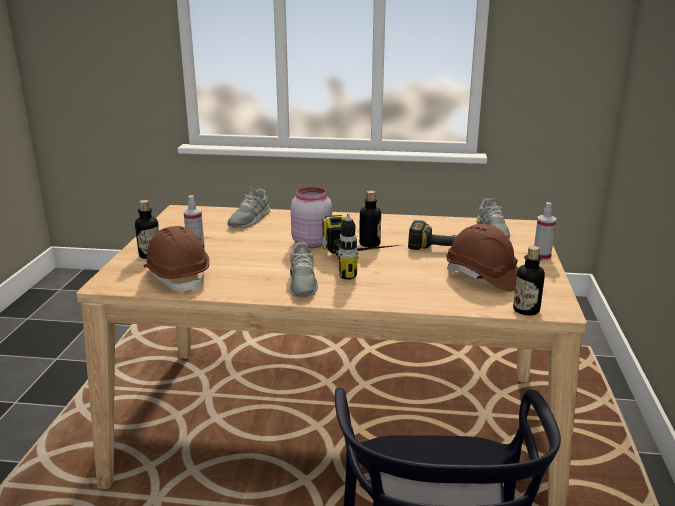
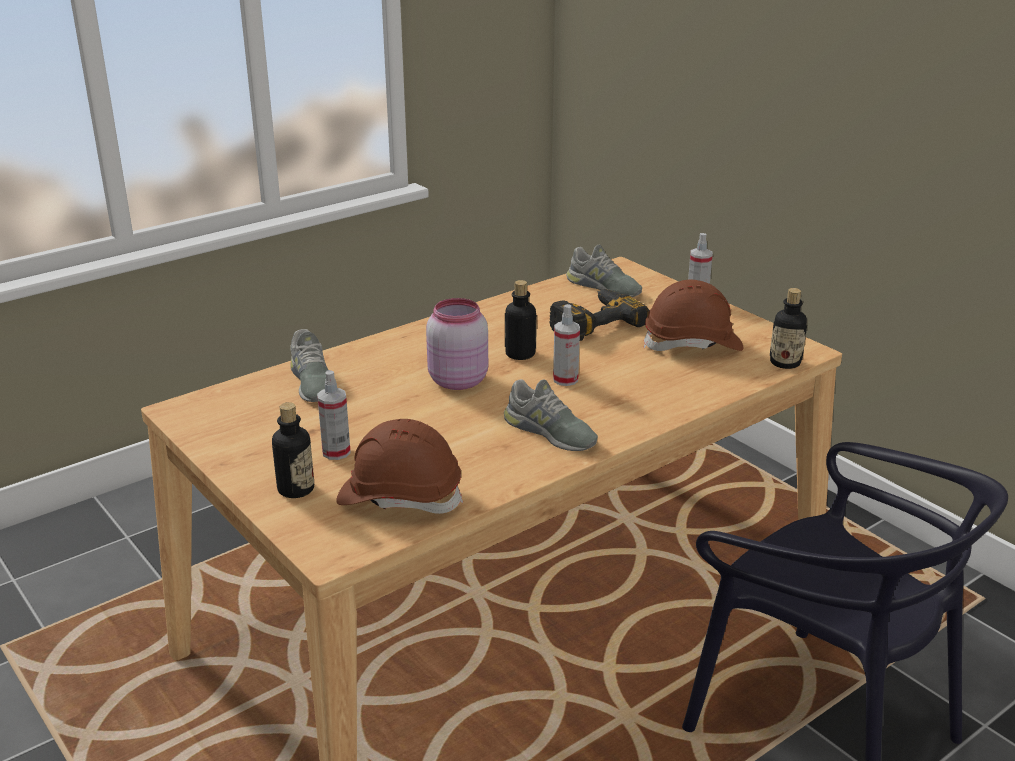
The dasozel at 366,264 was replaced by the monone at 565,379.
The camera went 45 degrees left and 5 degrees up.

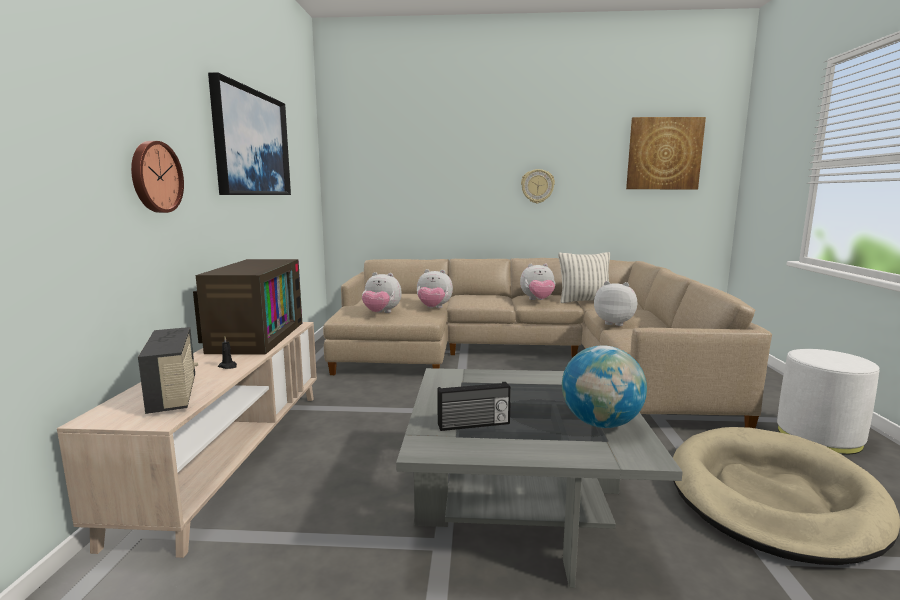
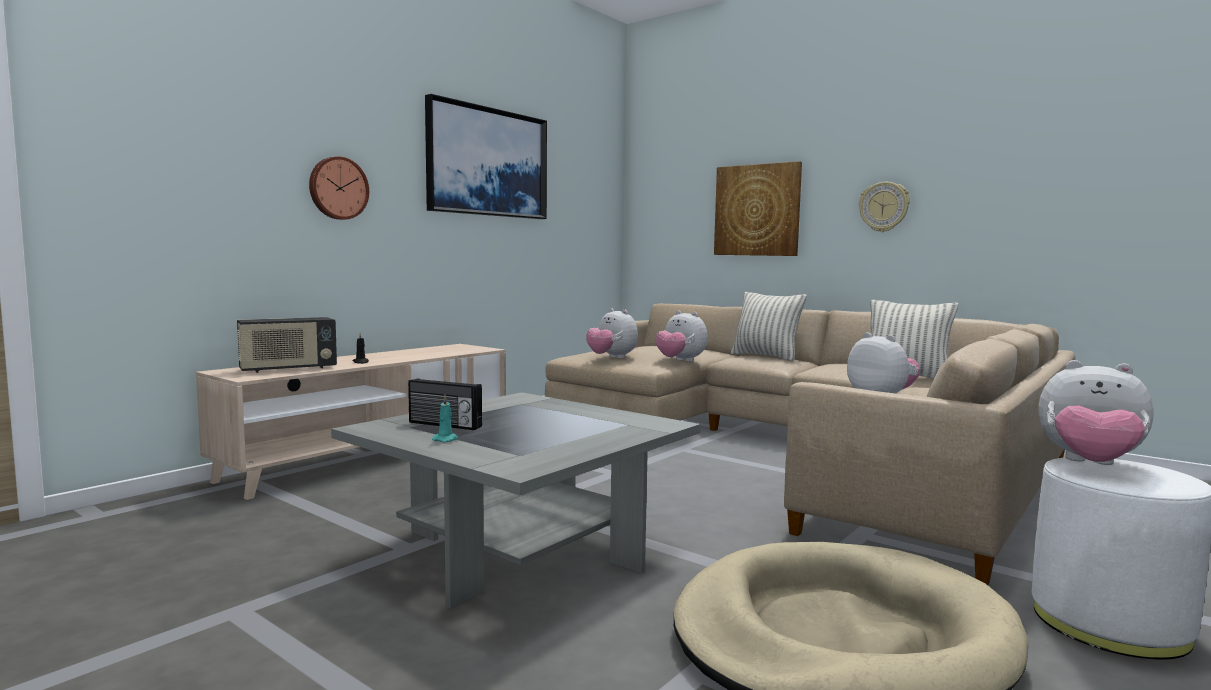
The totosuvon at 174,395 turned 45 degrees clockwise.
The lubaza at 255,336 disappeared.
The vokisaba moved from 537,300 to 1090,464.
The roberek at 600,424 disappeared.
The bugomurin moved from 664,154 to 757,210.
The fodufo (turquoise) at 446,439 appeared.
The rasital at 766,357 appeared.
The camera went 35 degrees right and 5 degrees down.

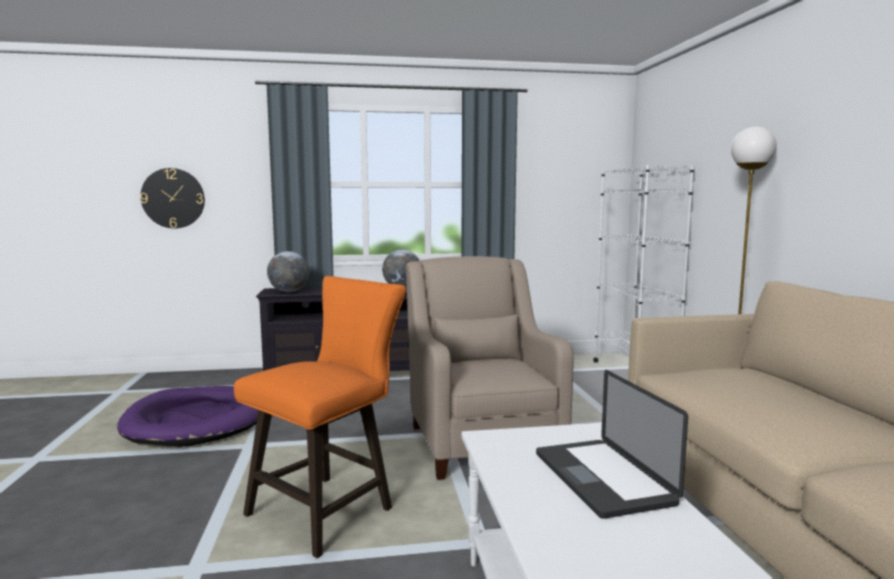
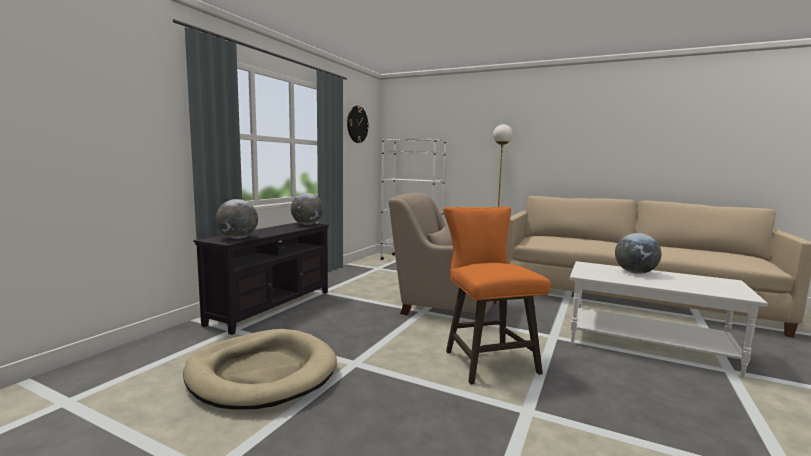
The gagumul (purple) at 198,421 became the gagumul (beige) at 262,373.
The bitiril moved from 173,198 to 357,124.
The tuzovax at 602,478 was replaced by the roberek at 635,273.
The camera went 55 degrees left and 0 degrees up.

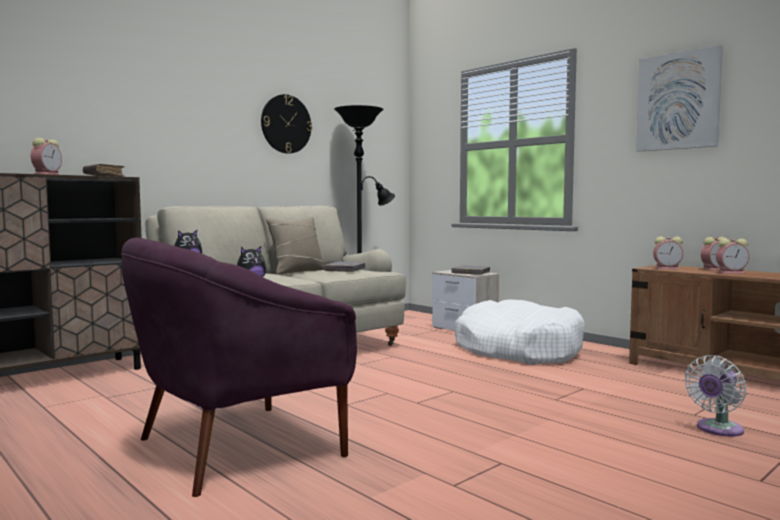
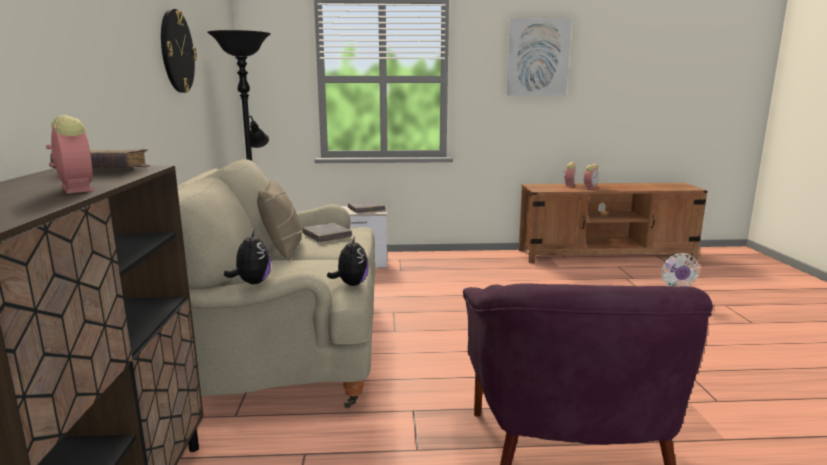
The gagumul (white) at 518,350 disappeared.
The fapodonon at 668,268 disappeared.
The camera went 50 degrees left and 10 degrees up.

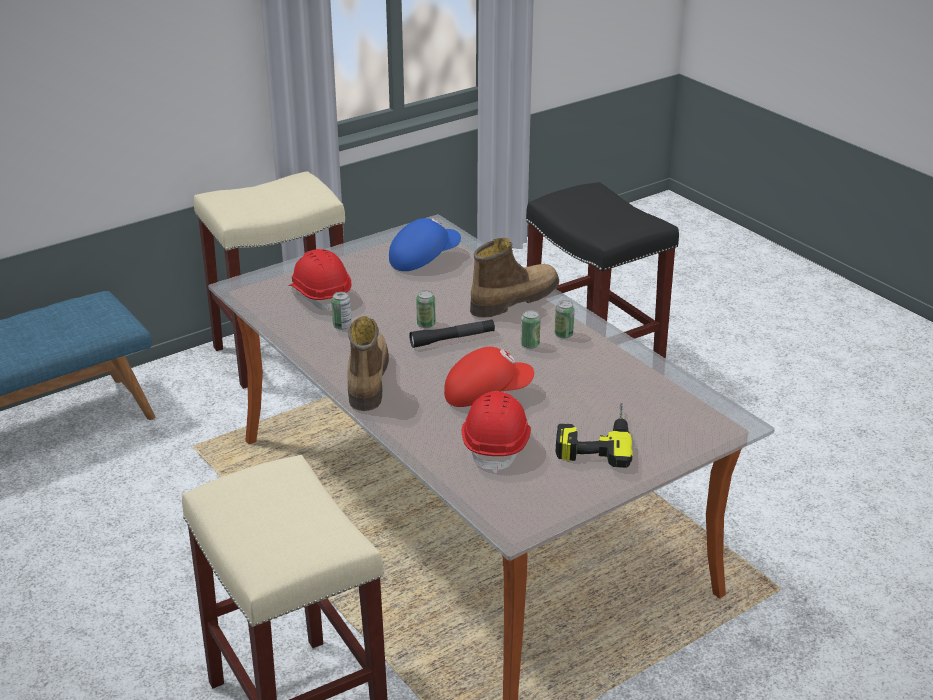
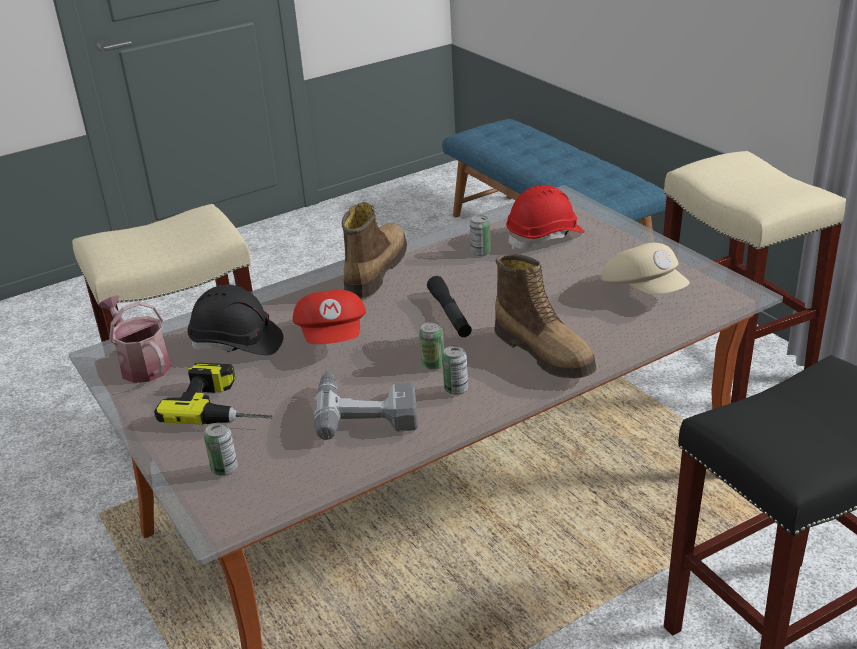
The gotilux at 366,379 turned 75 degrees counterclockwise.
The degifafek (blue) at 423,259 became the degifafek (beige) at 644,290.
The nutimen moved from 426,324 to 224,469.
The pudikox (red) at 497,445 became the pudikox (black) at 237,344.
The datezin at 142,364 appeared.
The dasozel at 366,410 appeared.
The camera went 95 degrees right and 0 degrees up.

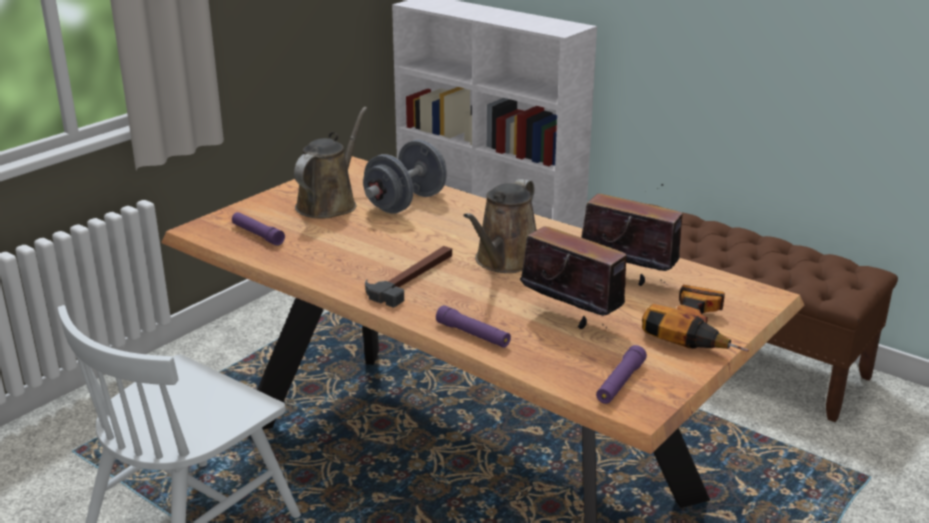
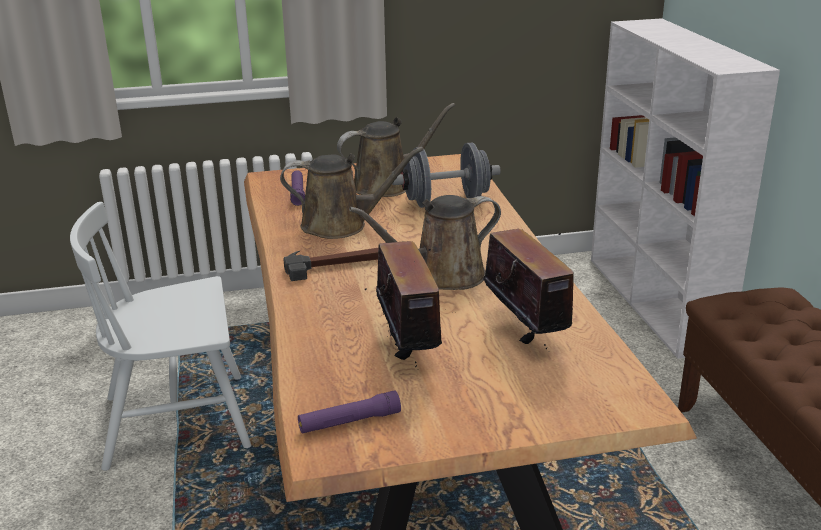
The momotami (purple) at 473,335 disappeared.
The dasozel at 699,331 disappeared.
The datezin (brown) at 341,225 appeared.
The camera went 40 degrees right and 0 degrees up.

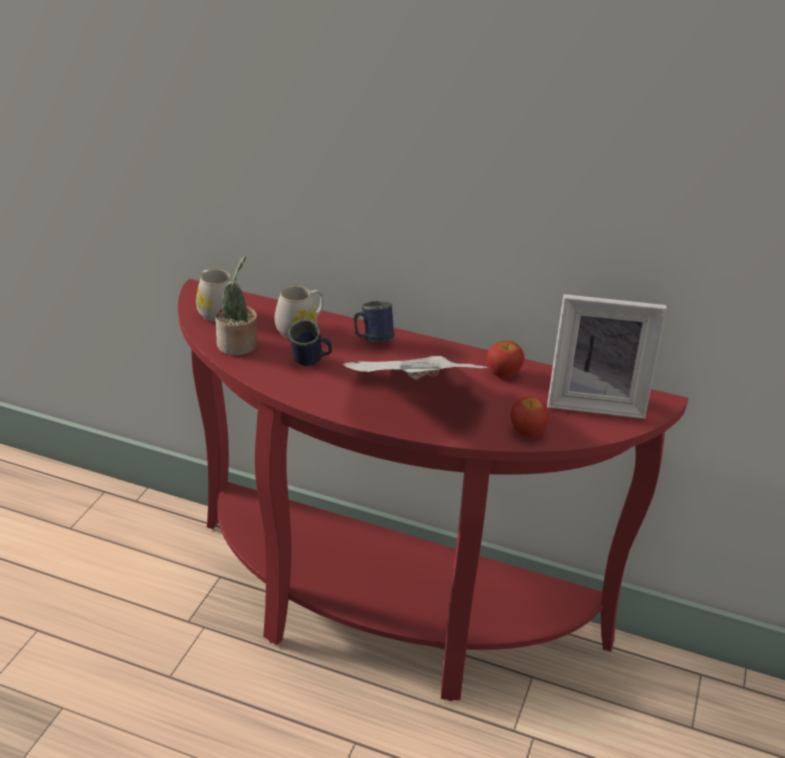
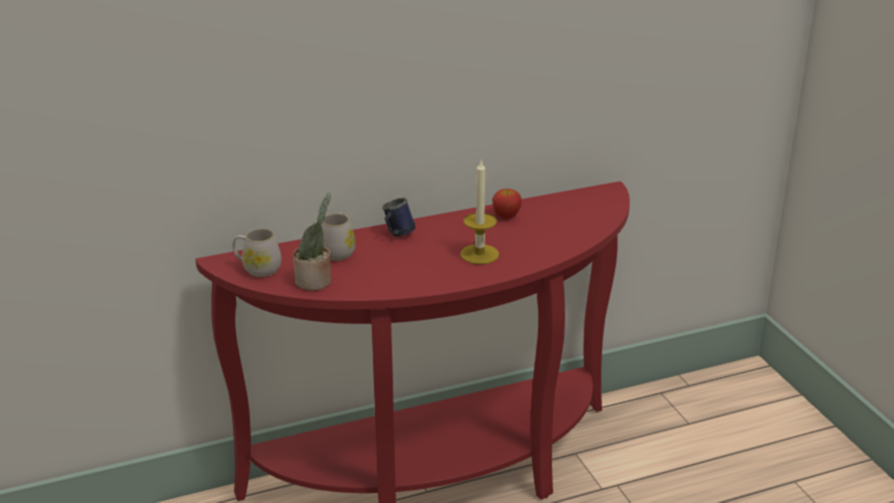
The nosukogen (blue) at 311,363 disappeared.
The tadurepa at 414,397 was replaced by the fodufo at 479,254.
The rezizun at 527,432 disappeared.
The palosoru at 595,401 disappeared.
The camera went 40 degrees left and 5 degrees down.

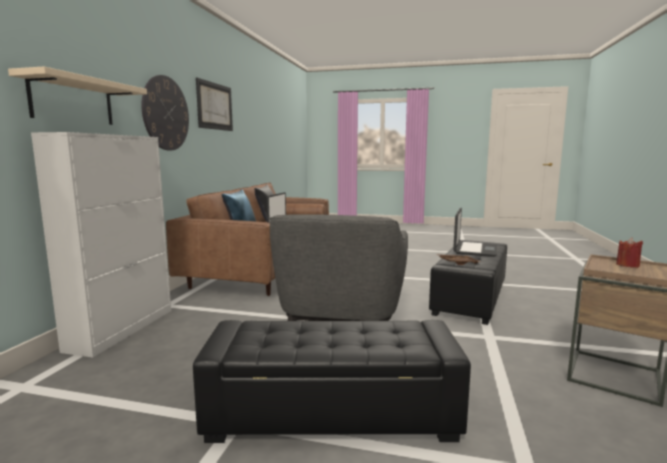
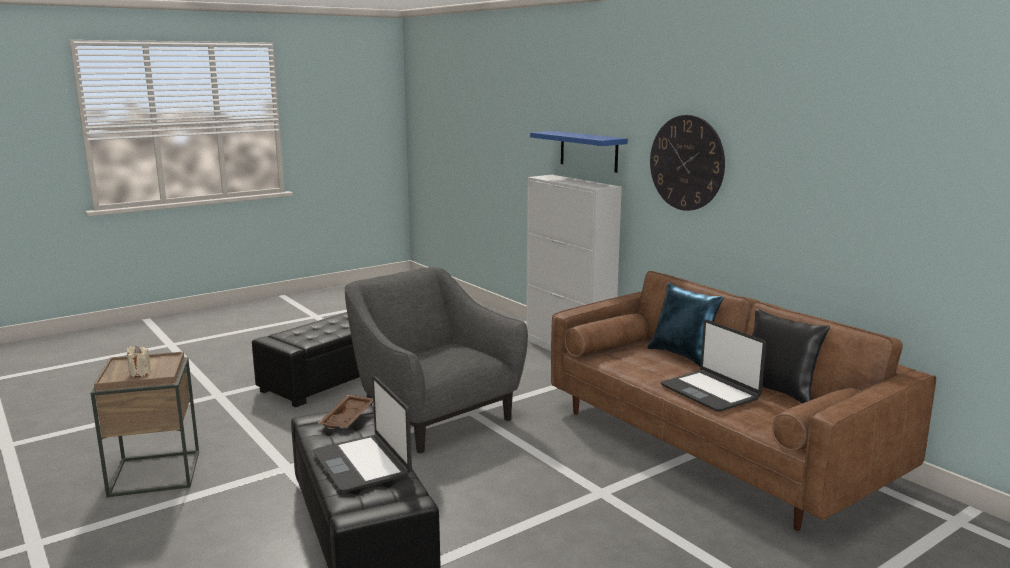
The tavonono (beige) at 73,101 became the tavonono (blue) at 588,151.
The bugomurin at 215,106 disappeared.
The fodufo (red) at 627,265 became the fodufo (beige) at 140,373.
The camera went 130 degrees right and 5 degrees up.

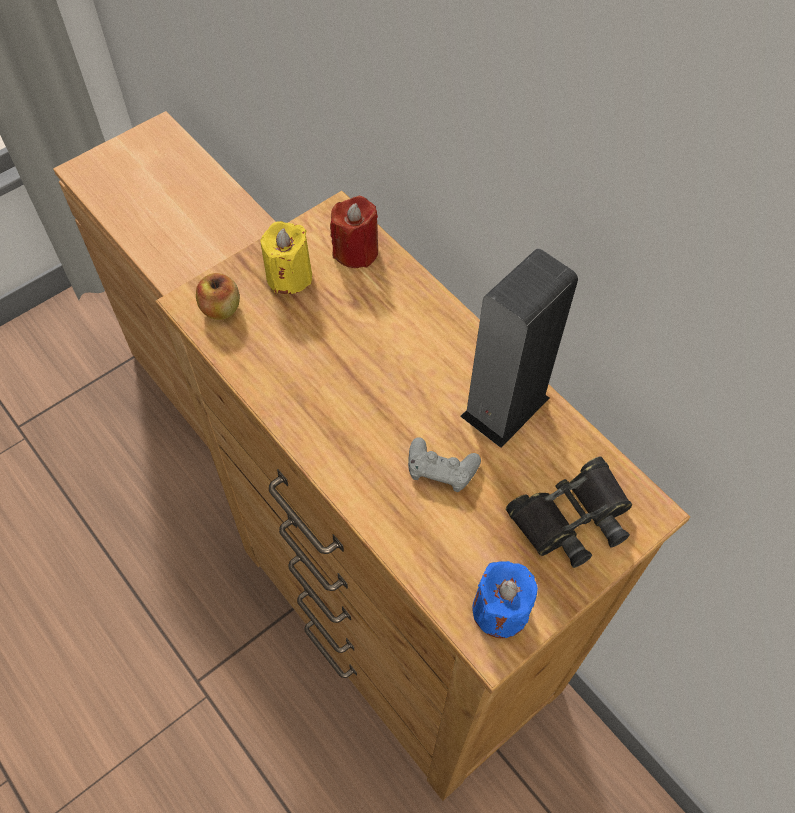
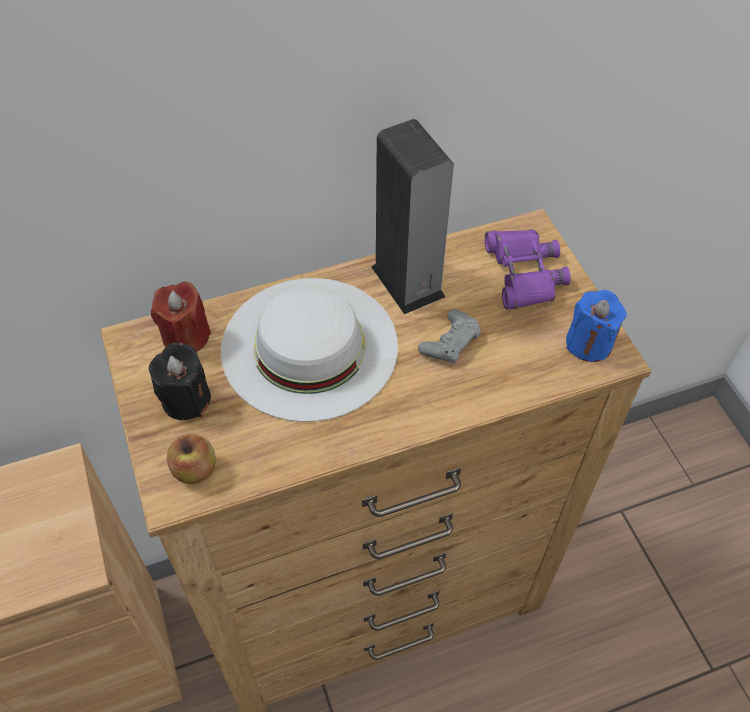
The fodufo (yellow) at 289,276 became the fodufo (black) at 186,399.
The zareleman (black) at 572,517 became the zareleman (purple) at 523,273.
The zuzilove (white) at 309,346 appeared.
The camera went 70 degrees left and 5 degrees down.

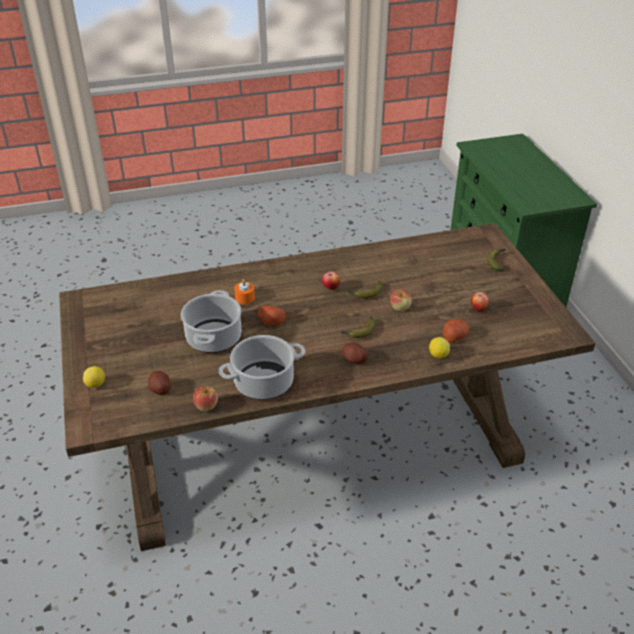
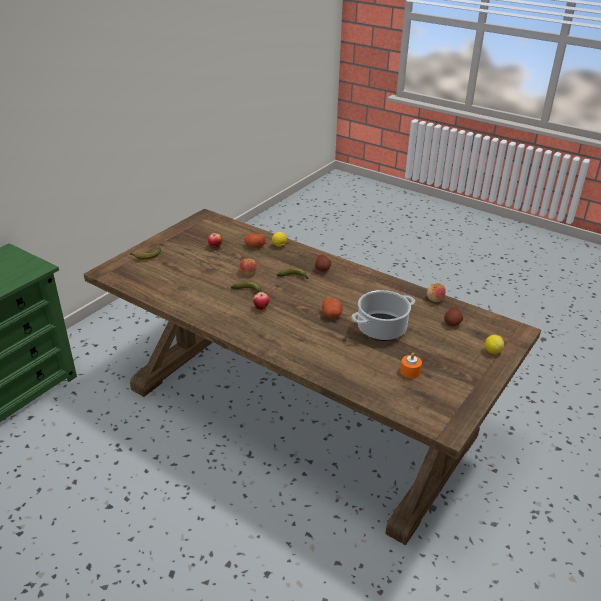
The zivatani at 263,383 disappeared.
The fodufo (orange) moved from 245,298 to 410,371.
The camera went 130 degrees left and 5 degrees down.

